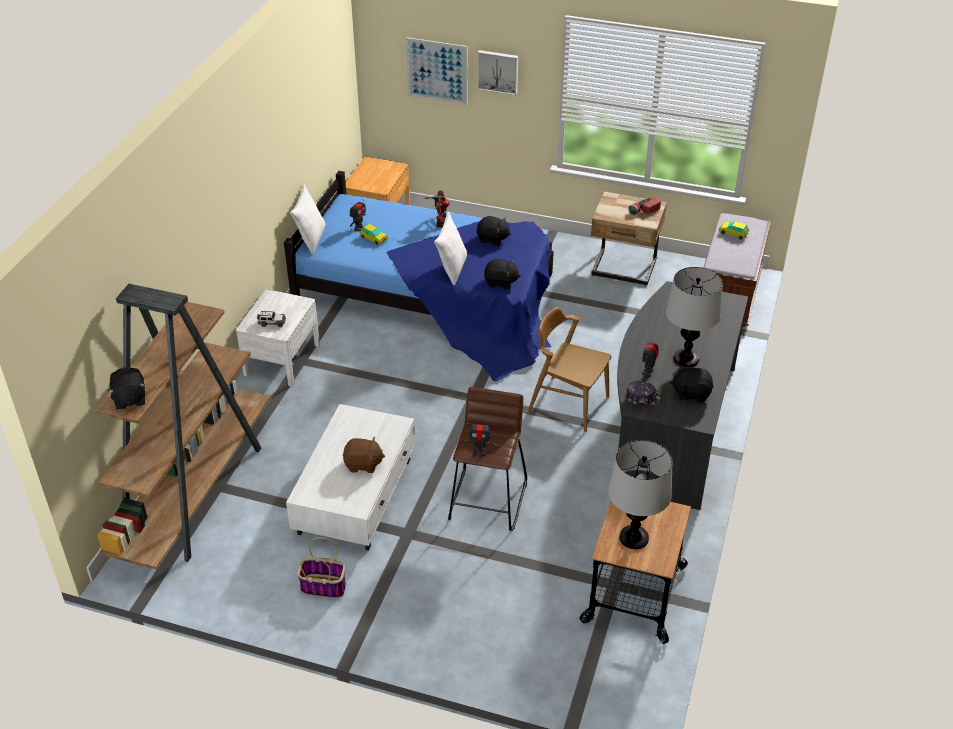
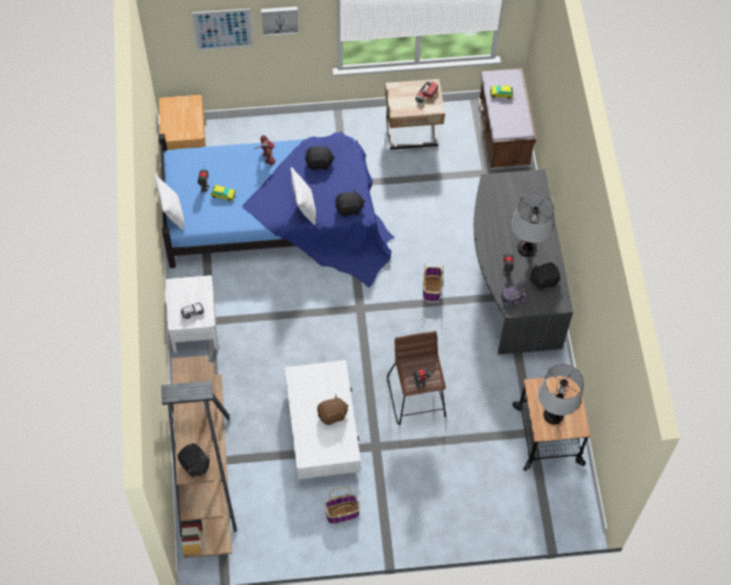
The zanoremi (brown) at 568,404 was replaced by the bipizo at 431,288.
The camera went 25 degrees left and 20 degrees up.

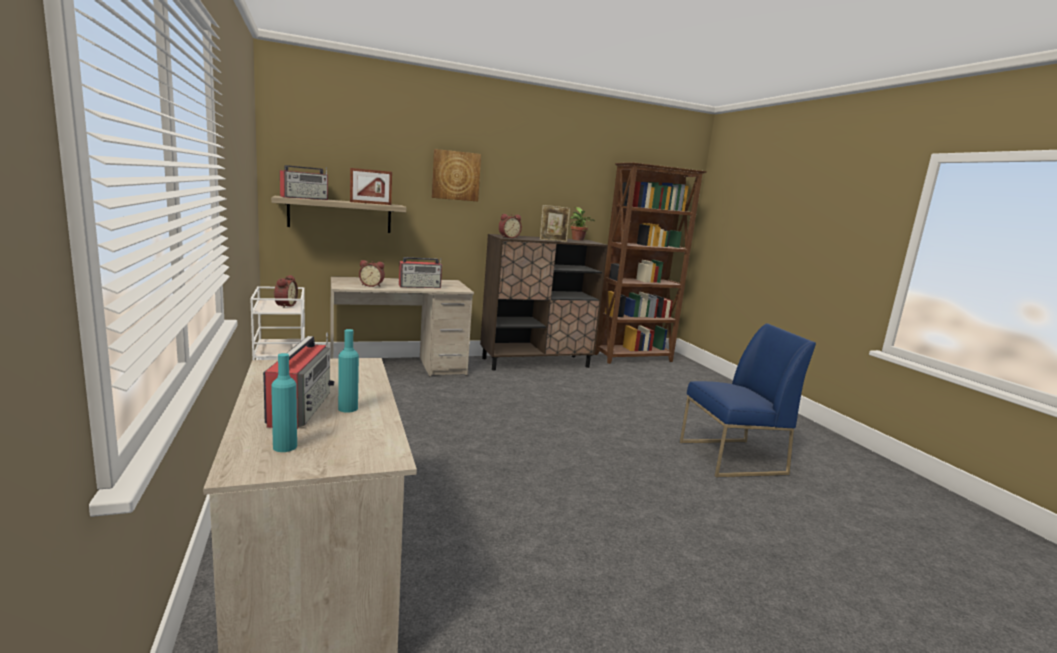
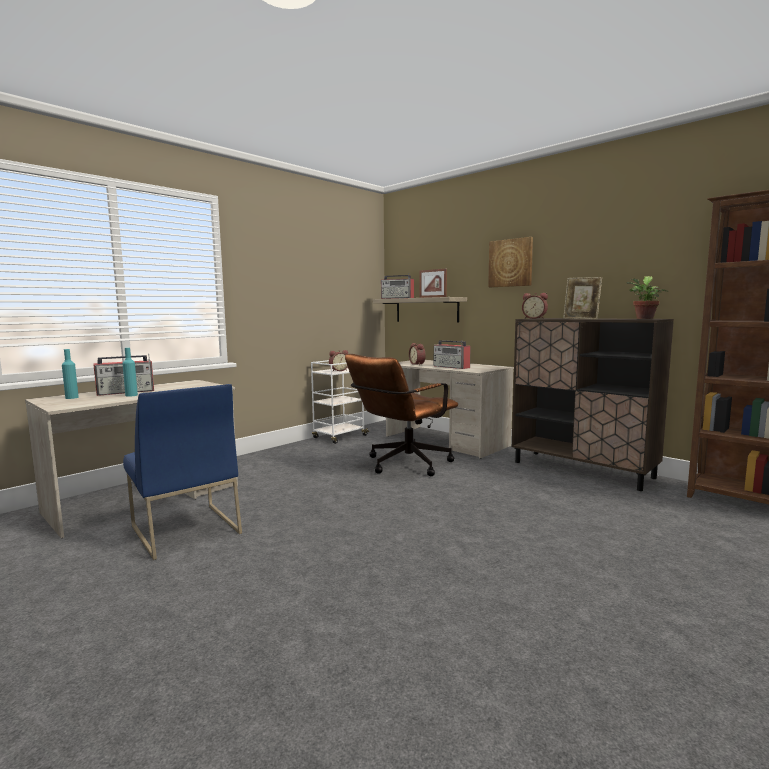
The zanoremi (blue) moved from 731,458 to 184,529.
The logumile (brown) at 402,465 appeared.
The camera went 65 degrees right and 5 degrees down.

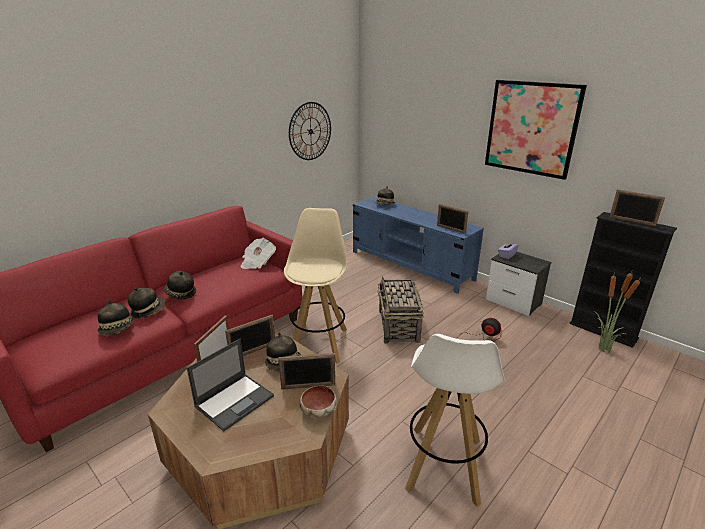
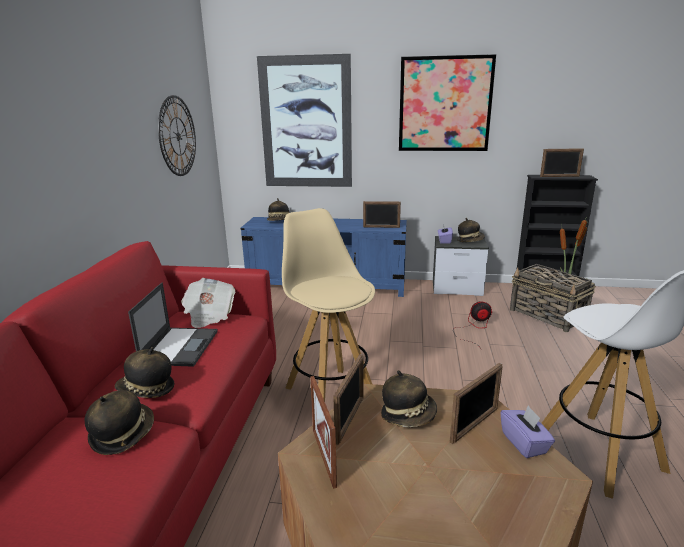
The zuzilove moved from 118,330 to 470,240.
The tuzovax moved from 235,400 to 180,346.
The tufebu at 318,410 was replaced by the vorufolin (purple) at 524,443.
The bipizo moved from 398,326 to 548,315.
The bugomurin at 306,123 appeared.
The camera went 35 degrees left and 5 degrees down.

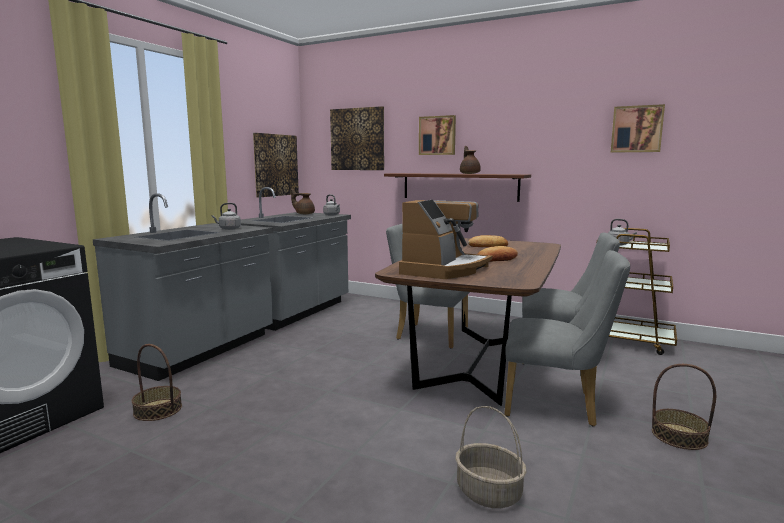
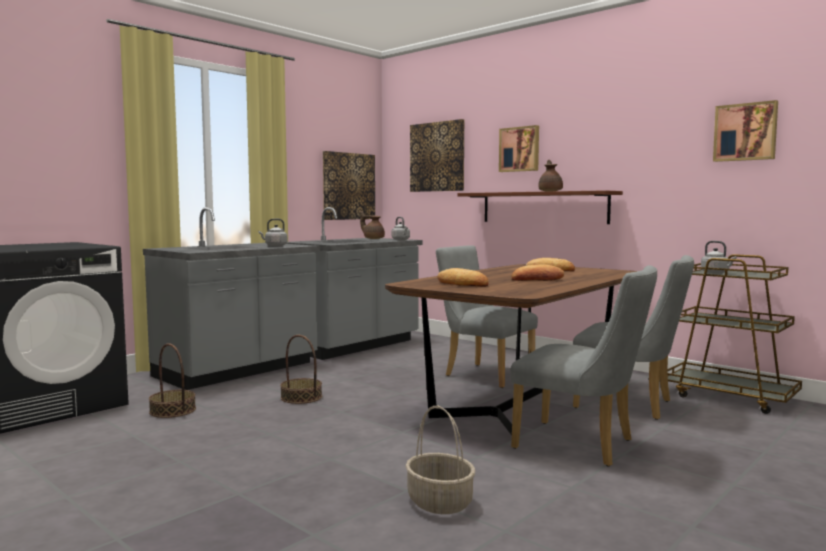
The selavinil at 444,270 was replaced by the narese at 462,284.
The bipizo moved from 679,436 to 301,397.
The camera went 15 degrees right and 5 degrees down.

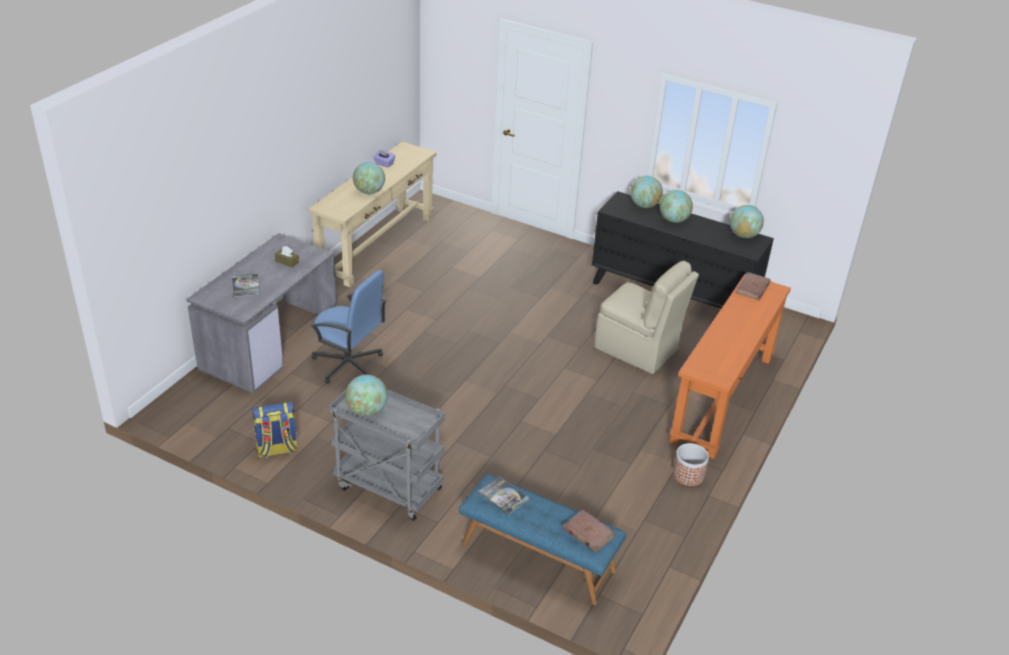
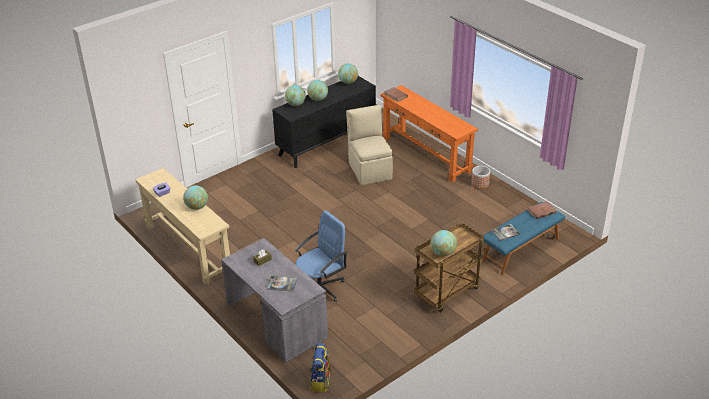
The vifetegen moved from 277,449 to 321,381.
The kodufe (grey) at 387,488 became the kodufe (brown) at 446,293.
The zanoremi (beige) at 638,350 turned 75 degrees counterclockwise.
The camera went 65 degrees left and 0 degrees up.

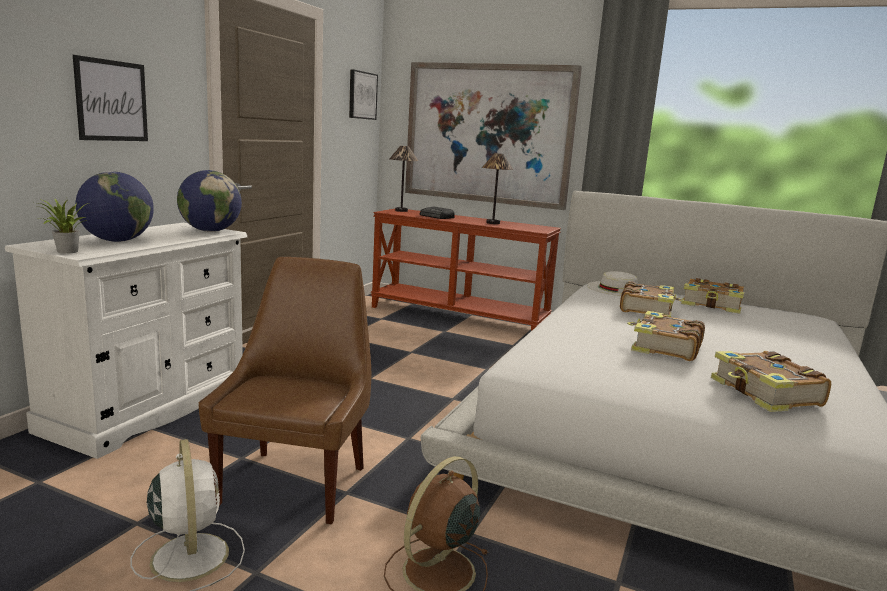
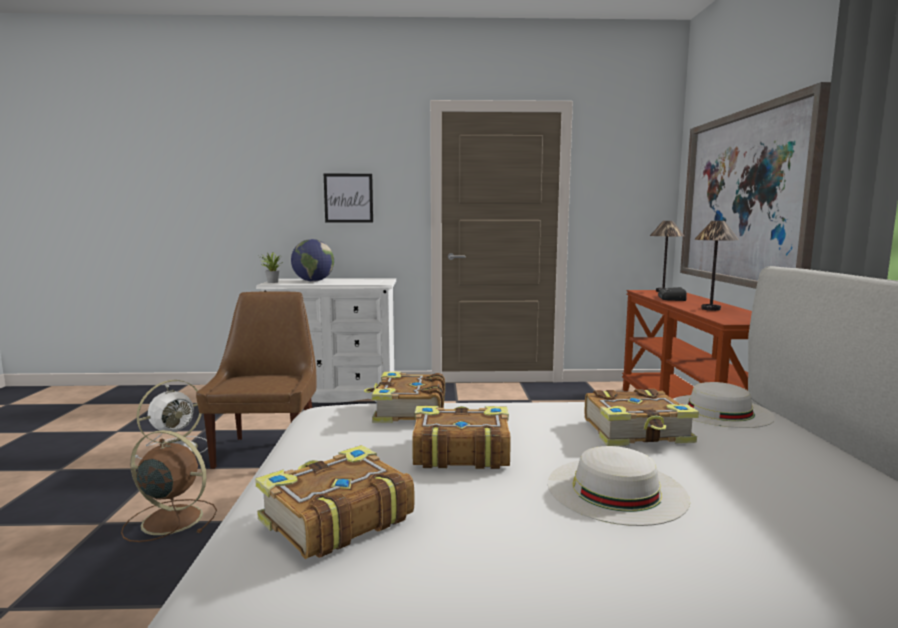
The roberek at 210,231 disappeared.
The zanoremi (brown) at 296,482 turned 75 degrees counterclockwise.
The bugomurin at 362,95 disappeared.
The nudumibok moved from 712,305 to 408,410.
The zuzilove (white) at 616,489 appeared.
The camera went 65 degrees right and 5 degrees down.

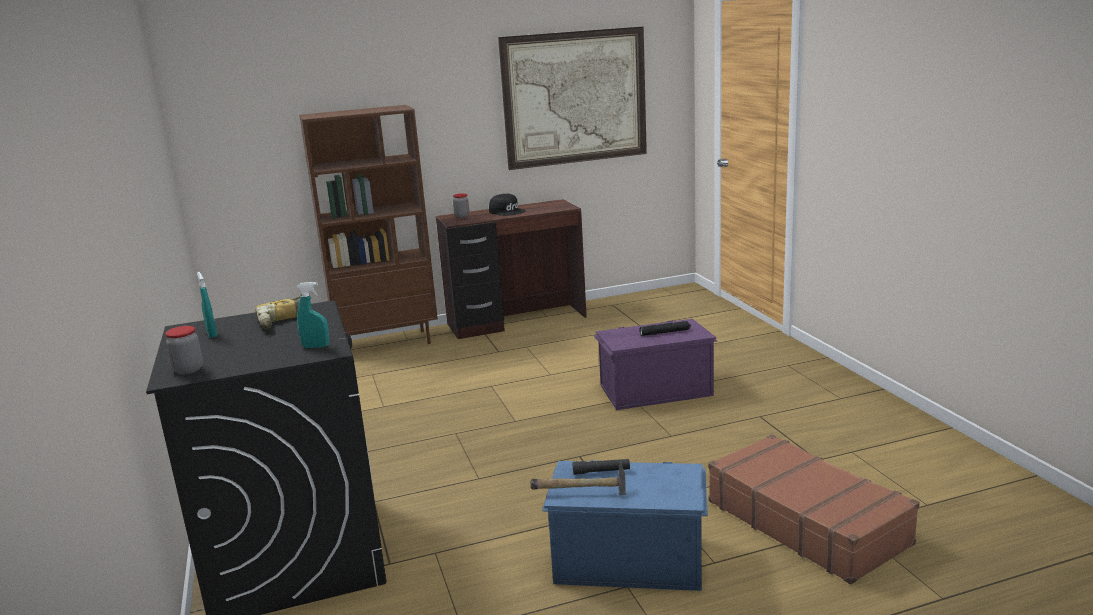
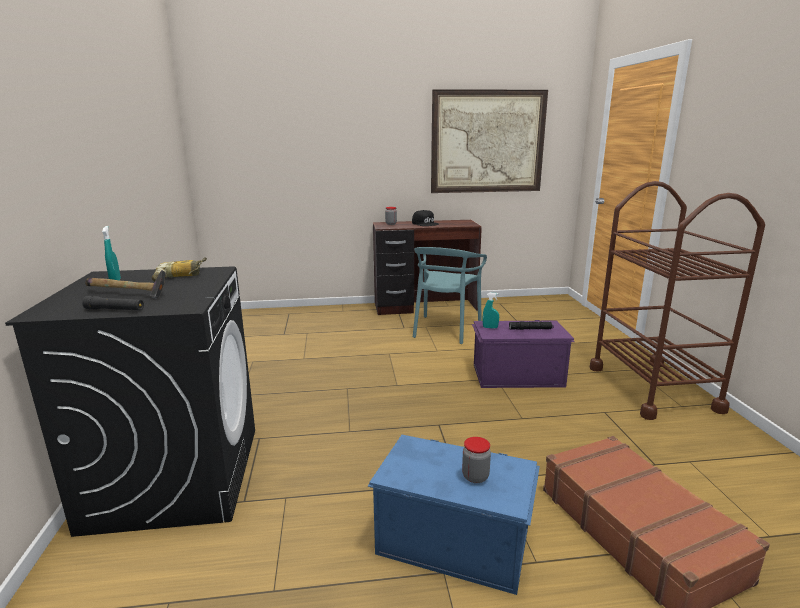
The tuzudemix moved from 188,370 to 475,476.
The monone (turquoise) moved from 316,346 to 490,327.
The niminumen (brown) at 387,343 disappeared.
The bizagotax moved from 582,492 to 128,294.
The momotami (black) moved from 601,471 to 115,310.
The zanoremi (turquoise) at 445,329 appeared.
The kodufe (brown) at 652,388 appeared.
The camera went 10 degrees right and 0 degrees up.

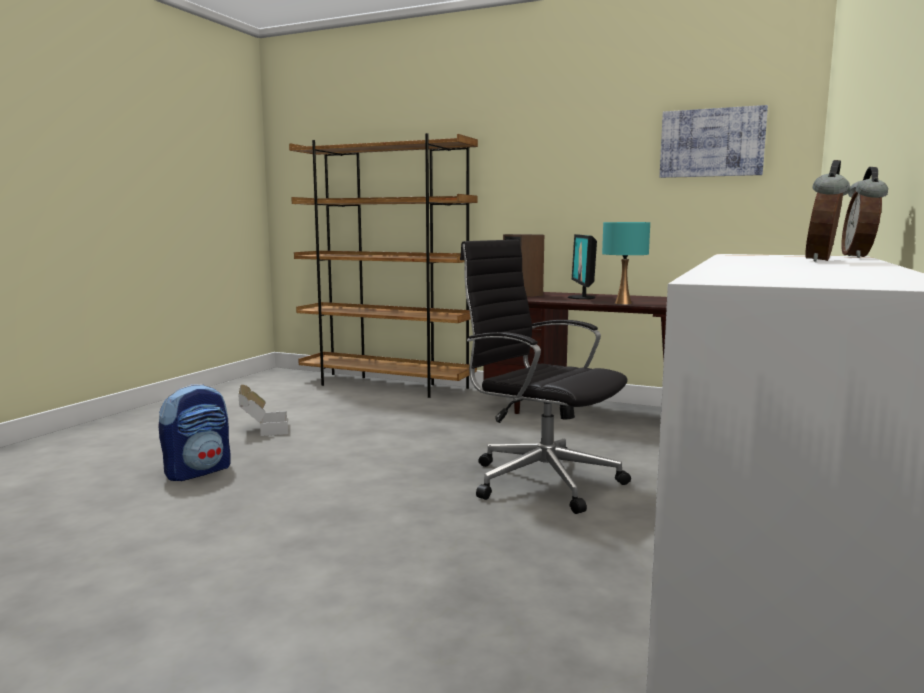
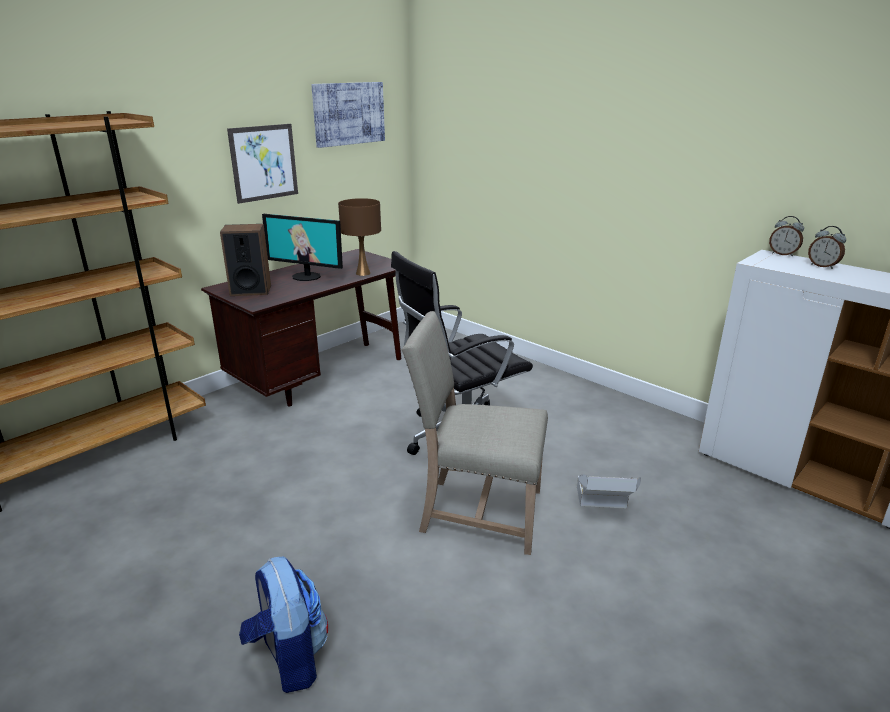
The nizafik moved from 263,430 to 602,505.
The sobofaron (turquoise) at 622,303 became the sobofaron (brown) at 363,273.
The bugomurin at 264,163 appeared.
The zanoremi (beige) at 477,512 appeared.
The camera went 70 degrees left and 15 degrees up.

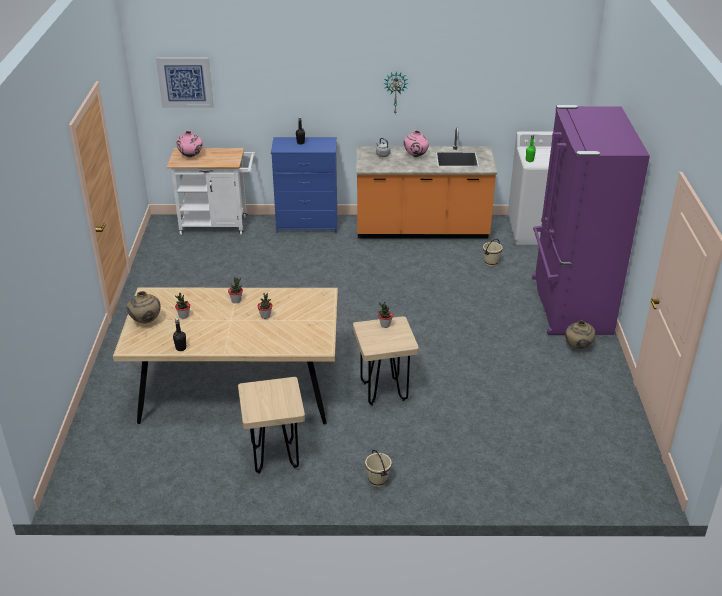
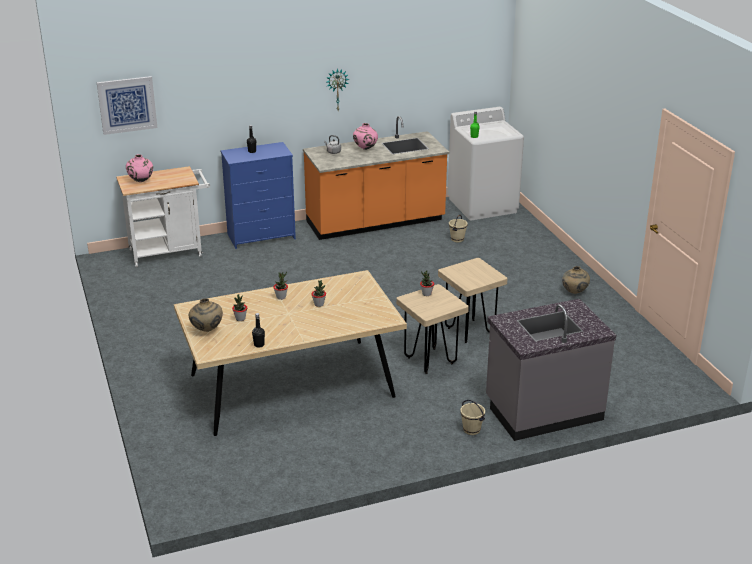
The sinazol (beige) moved from 275,457 to 469,331.
The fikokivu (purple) at 568,305 disappeared.
The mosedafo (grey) at 543,410 appeared.
The camera went 20 degrees left and 5 degrees down.

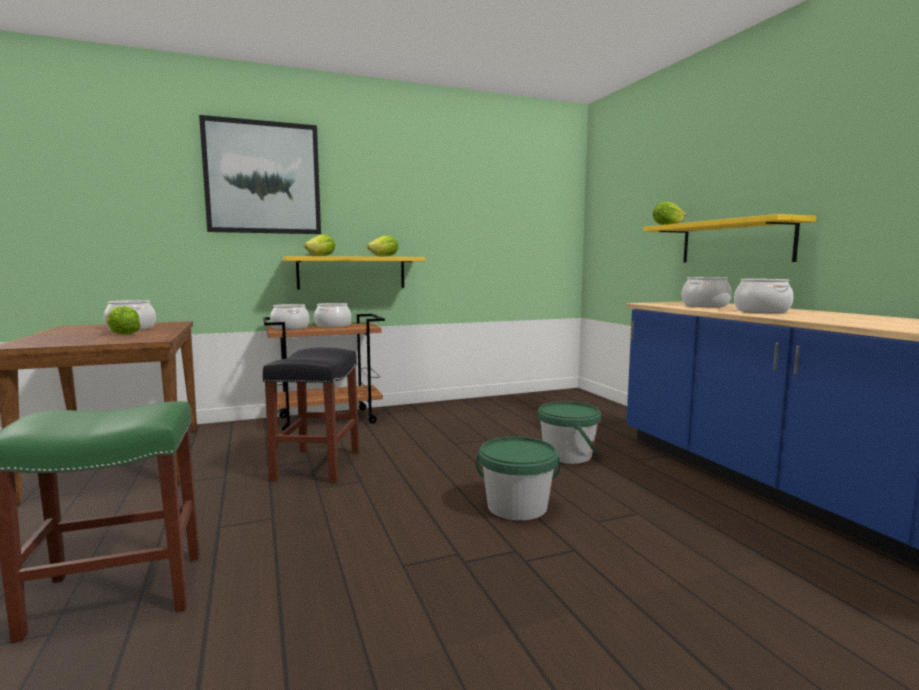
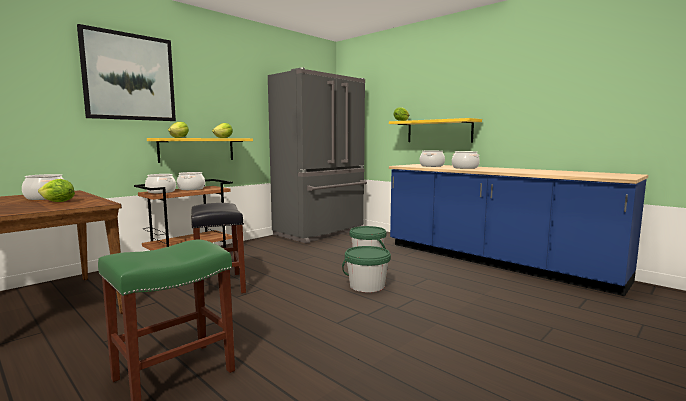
The fikokivu (grey) at 321,232 appeared.
The camera went 25 degrees left and 0 degrees up.

